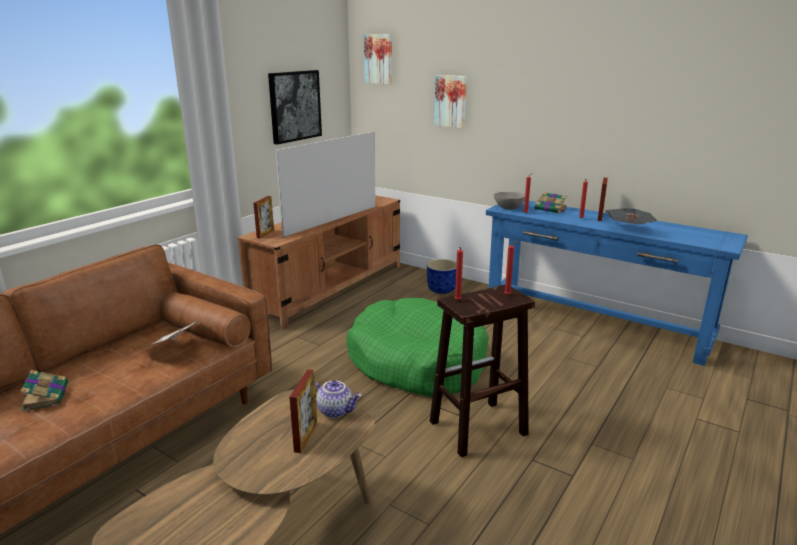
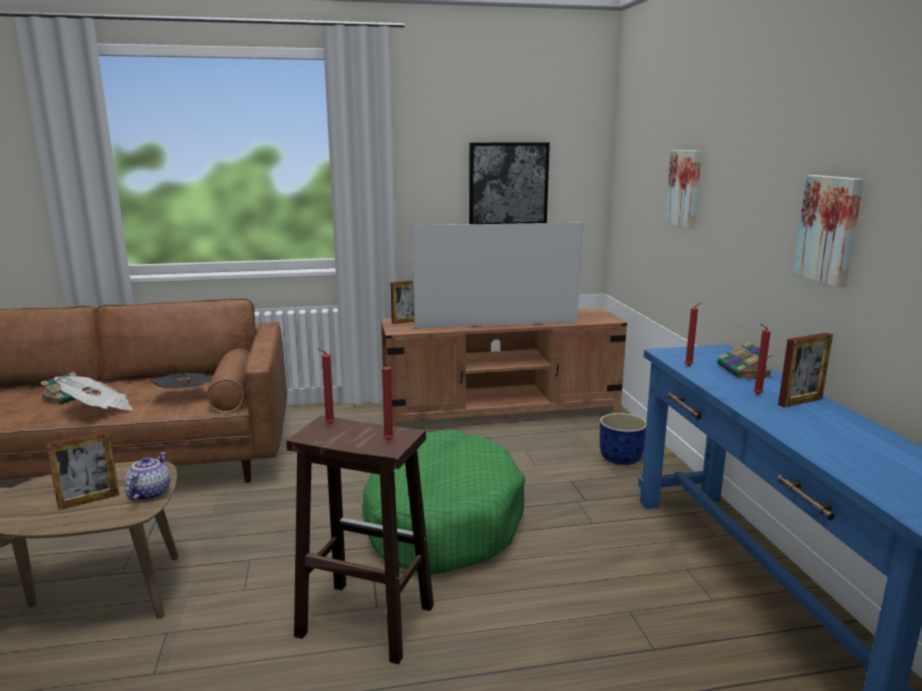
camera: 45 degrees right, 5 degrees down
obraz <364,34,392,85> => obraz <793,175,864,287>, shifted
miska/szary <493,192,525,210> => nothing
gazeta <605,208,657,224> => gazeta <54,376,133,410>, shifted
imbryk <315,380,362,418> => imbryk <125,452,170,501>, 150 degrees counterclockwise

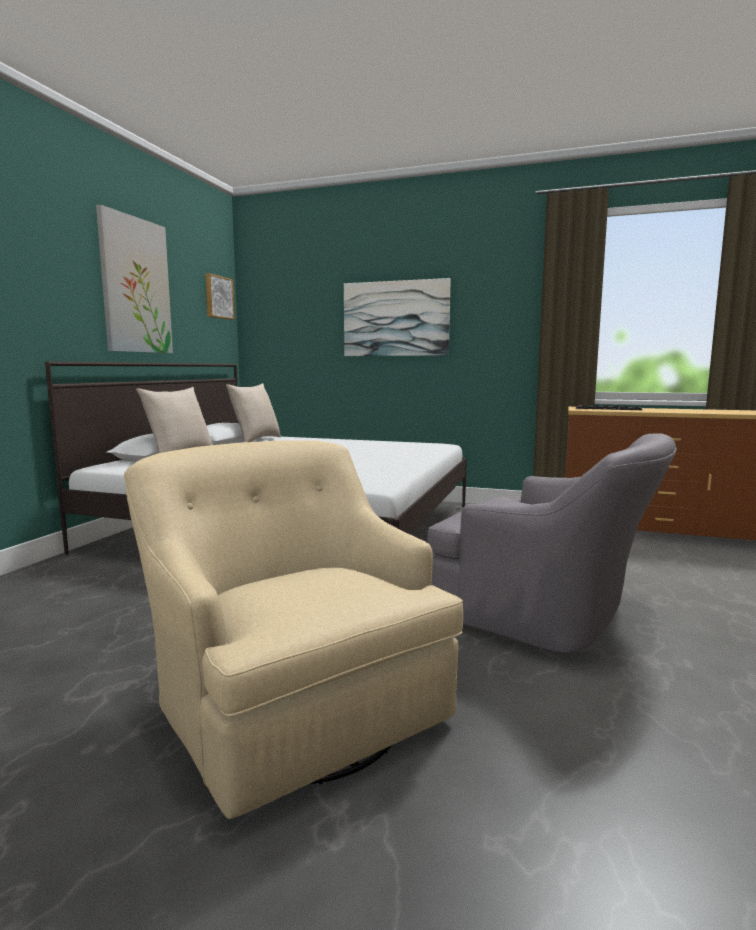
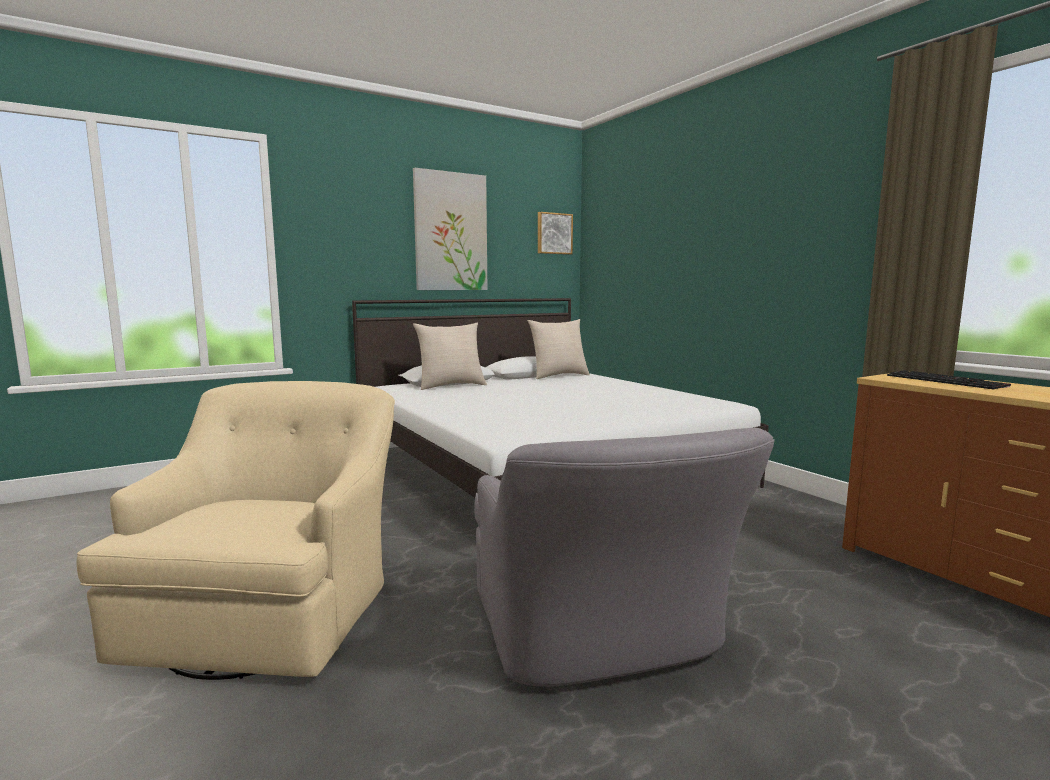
camera: 40 degrees right, 0 degrees up
obraz <344,278,451,356> => nothing

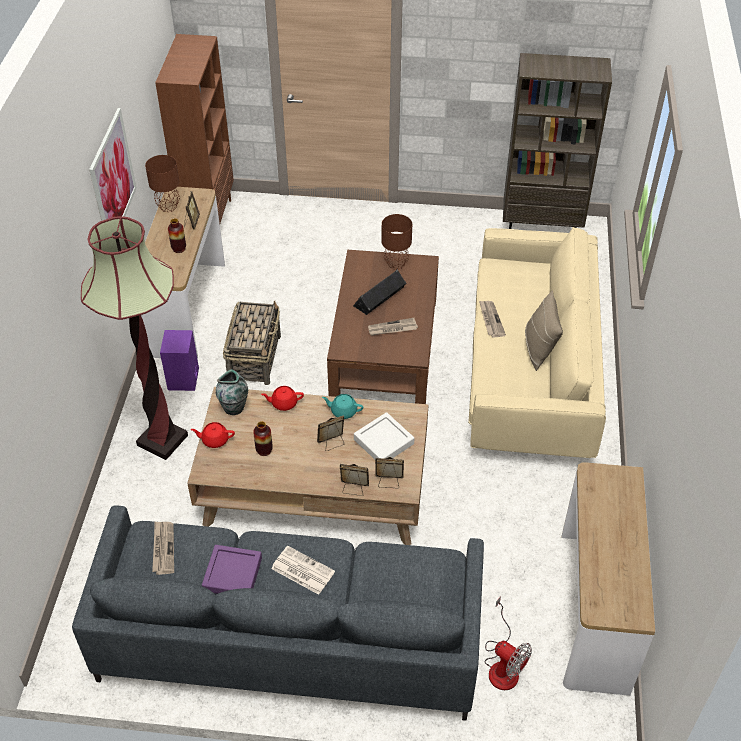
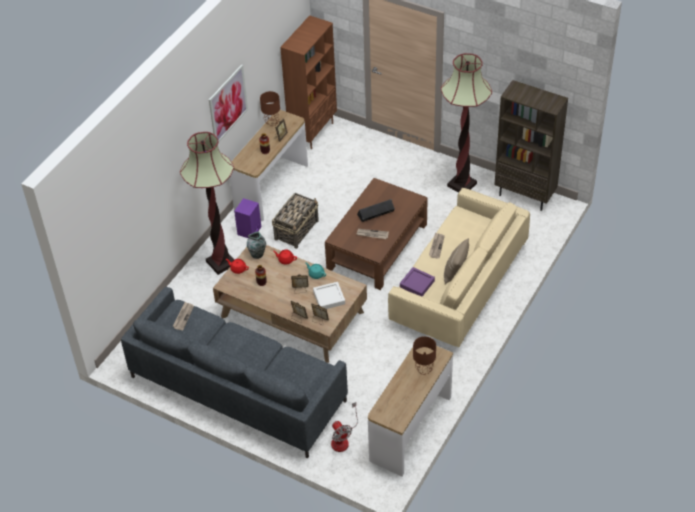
camera: 25 degrees right, 0 degrees up
lampa stołowa/brązowy <381,214,412,270> => lampa stołowa/brązowy <413,336,436,375>, shifted
taca/fioletowy <202,545,262,594> => taca/fioletowy <400,267,435,296>, shifted
gazeta <271,546,335,595> => nothing
nothing => lampa stojąca <441,53,492,192>

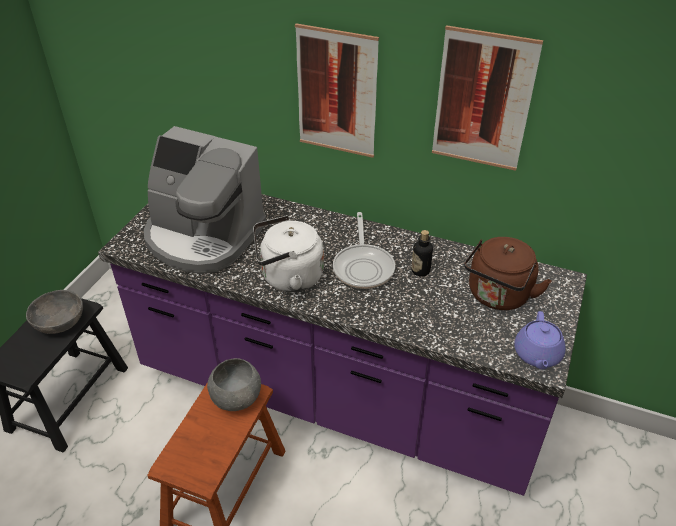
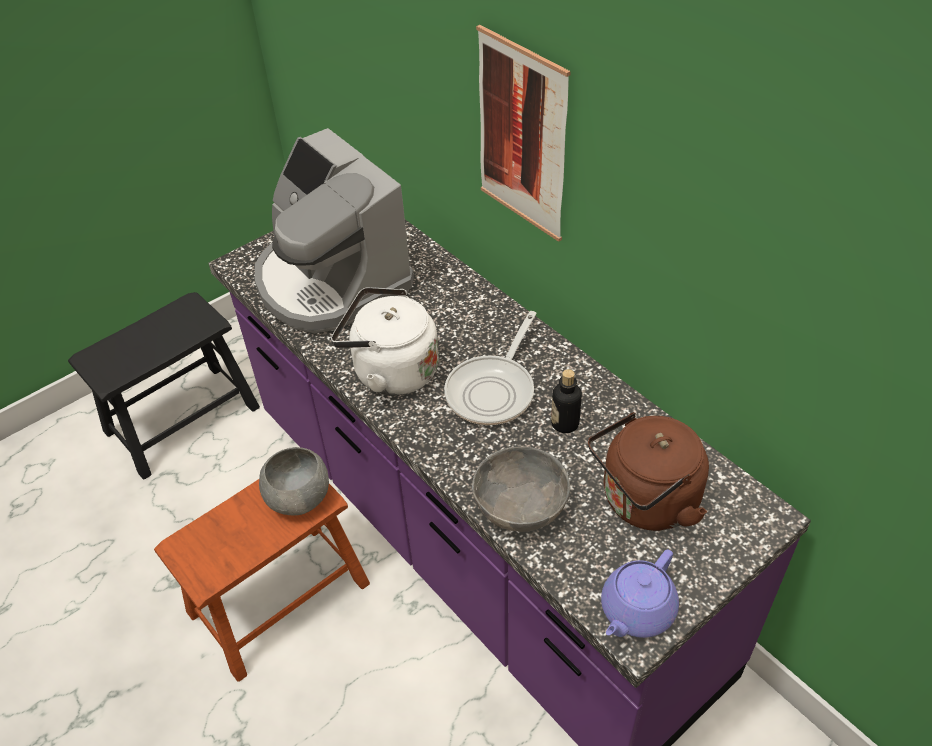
camera: 30 degrees right, 5 degrees up
obraz <432,25,543,171> => nothing
miska/szary <26,290,83,334> => miska/szary <472,447,570,532>, shifted

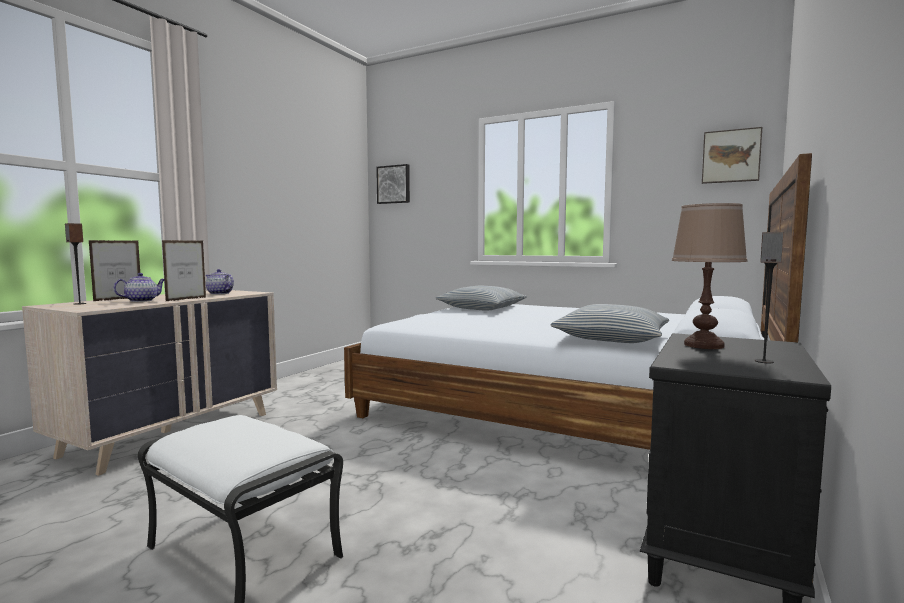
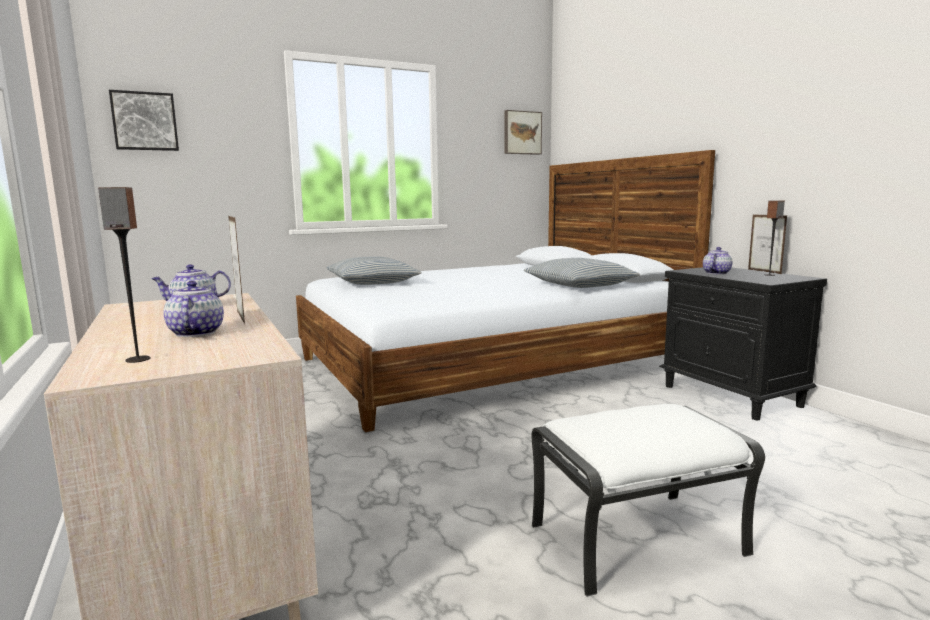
camera: 55 degrees left, 5 degrees up
lampa stołowa/brązowy <672,203,748,349> => imbryk <703,247,732,275>
ramka na zdjęcie <88,240,140,301> => ramka na zdjęcie <748,215,787,274>, shifted

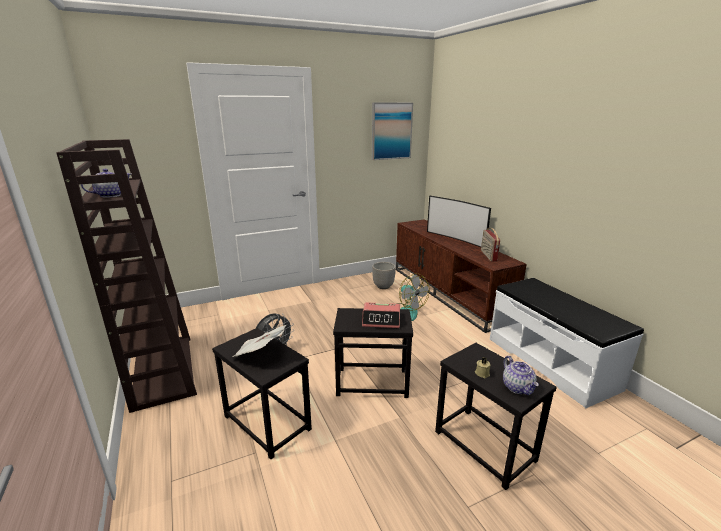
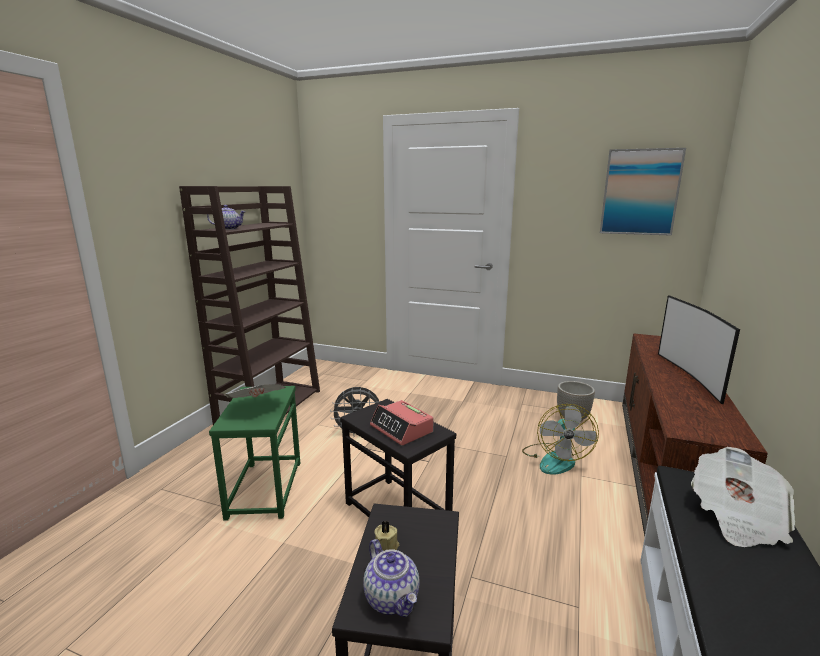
camera: 45 degrees right, 5 degrees down
radio <481,228,500,262> => nothing
stolik/czarny <212,328,312,459> => stolik/zielony <209,386,300,521>
imbryk <503,356,539,395> => imbryk <363,539,420,617>, 60 degrees counterclockwise
nothing => gazeta <691,447,795,547>

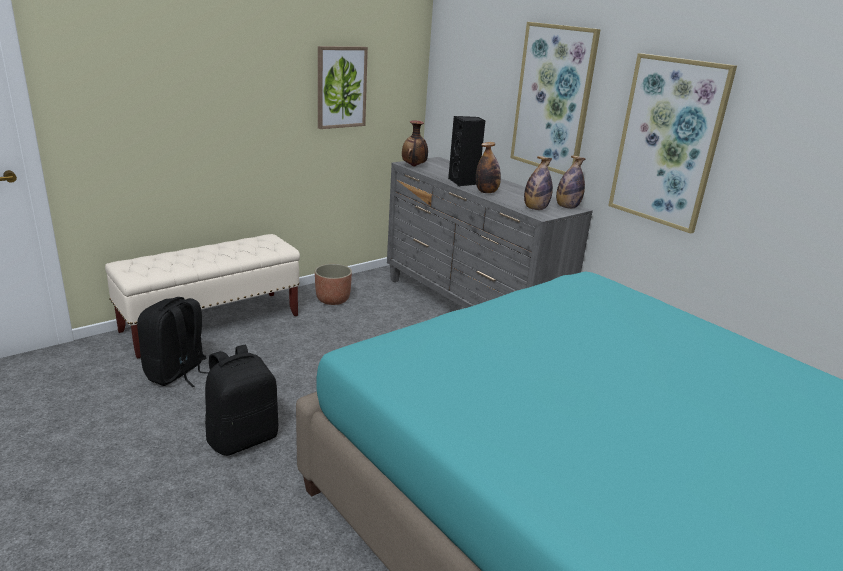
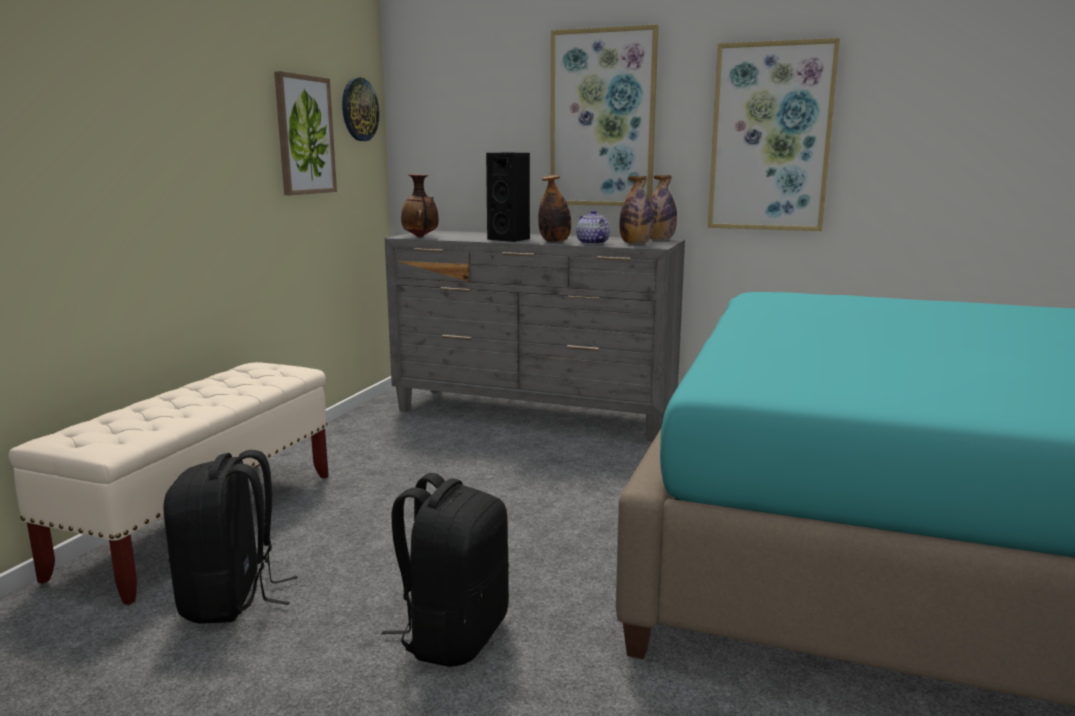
camera: 30 degrees left, 10 degrees down
donica <315,264,352,305> => nothing
nothing => zegar ścienny <342,78,379,141>
nothing => imbryk <576,210,610,245>

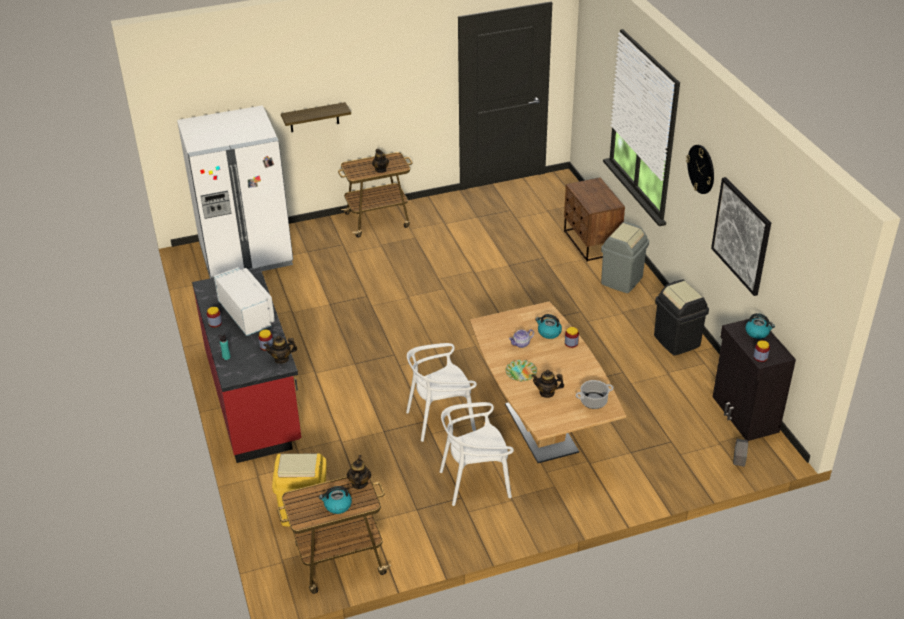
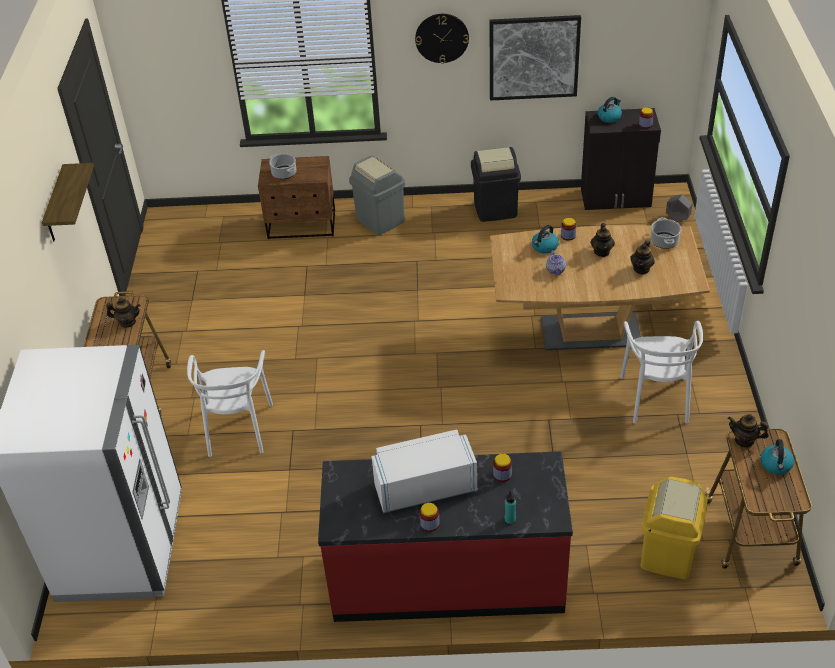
camera: 70 degrees left, 5 degrees up
półka <281,102,351,132> => półka <42,163,94,241>, shifted
imbryk <263,336,297,364> => imbryk <590,223,615,257>, shifted
krzesło/biały <406,343,477,442> => krzesło/biały <187,350,273,457>, shifted
talerz <505,360,537,381> => nothing
nothing => garnek <269,153,296,179>

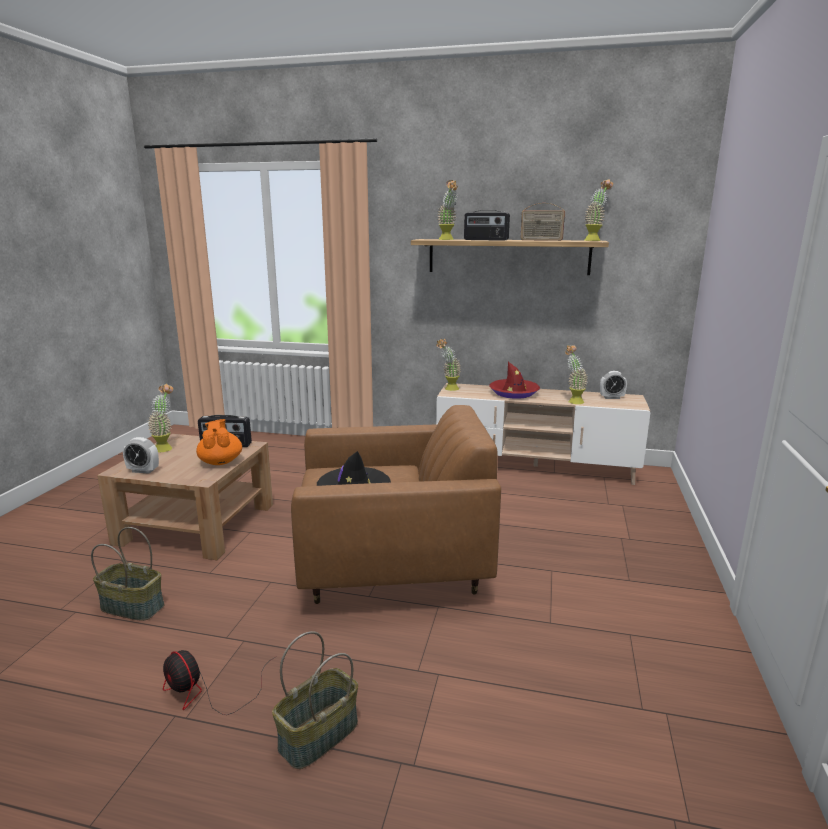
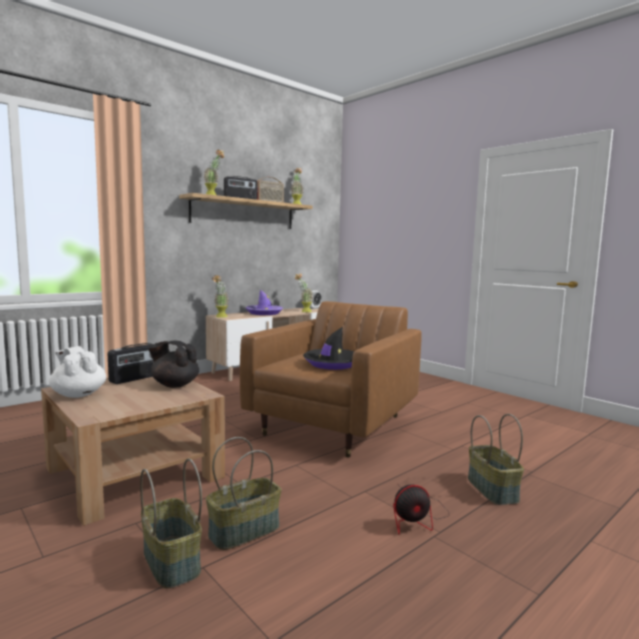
camera: 55 degrees left, 10 degrees down
kapelusz/czerwony <489,362,540,399> => kapelusz/fioletowy <246,289,283,315>
roślina doniczkowa <148,384,173,452> => imbryk/biały <49,346,106,398>
imbryk/pomarańczowy <196,419,242,465> => imbryk/czarny <148,340,199,388>
budzik <123,437,159,473> => nothing
nothing => koszyk <140,458,202,588>

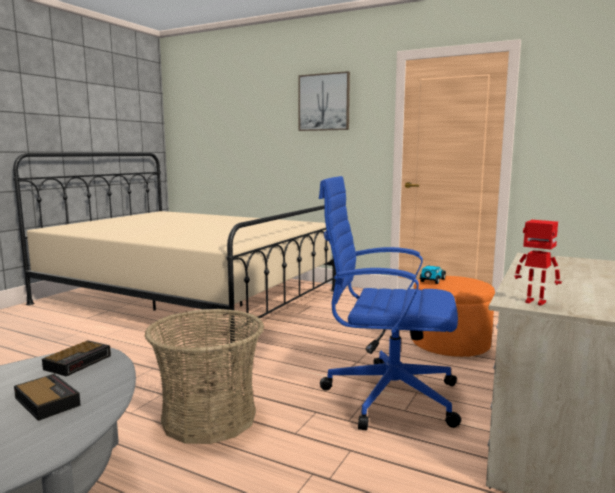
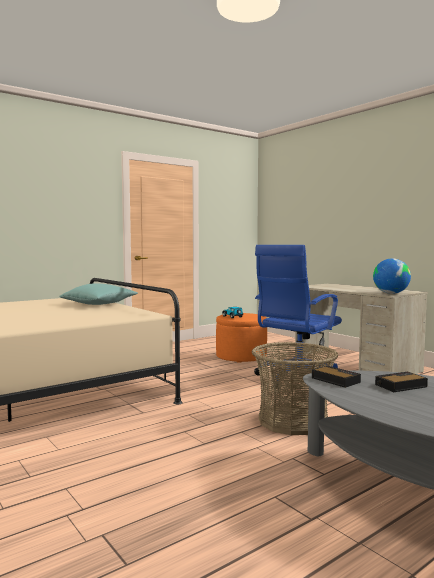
camera: 65 degrees left, 5 degrees down
obraz <298,71,350,131> => nothing
robot zabawkowy <515,220,562,306> => globus <373,258,411,294>
nothing => poduszka/turkusowy <59,283,138,305>

